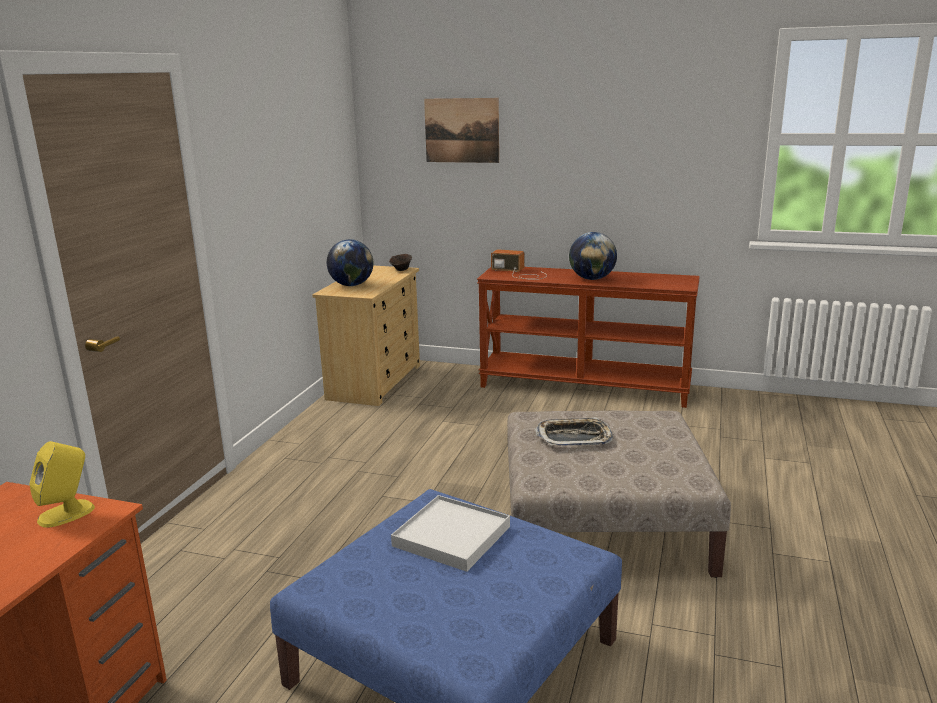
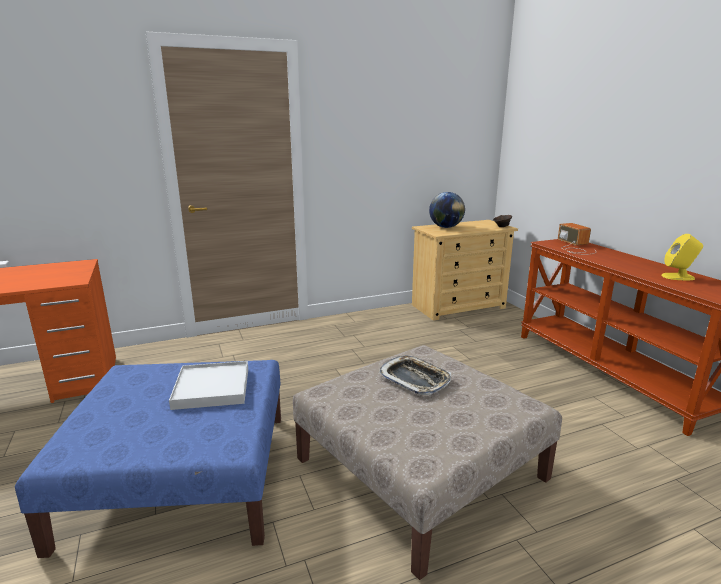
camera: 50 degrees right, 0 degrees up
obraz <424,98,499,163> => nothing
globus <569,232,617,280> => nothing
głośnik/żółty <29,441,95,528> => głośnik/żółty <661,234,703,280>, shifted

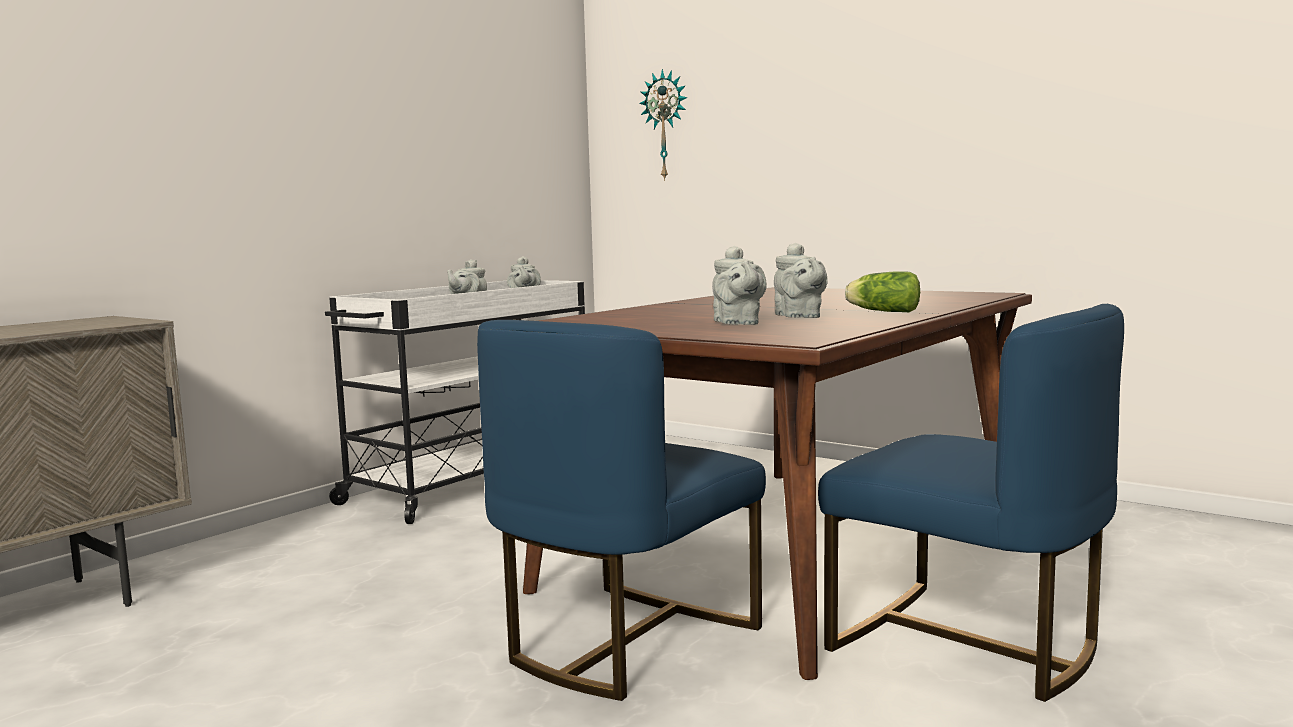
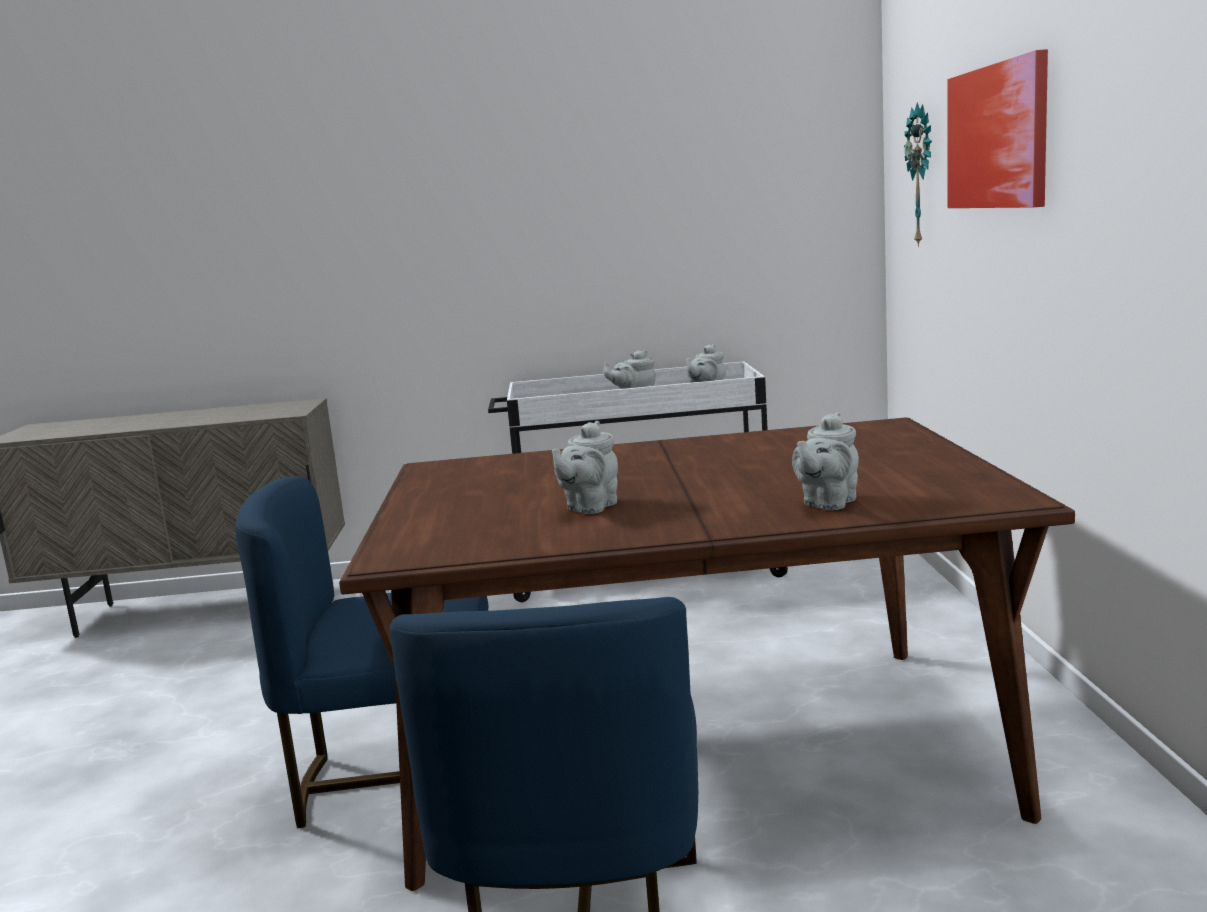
camera: 50 degrees right, 5 degrees up
imbryk/szary <712,246,767,325> => imbryk/szary <792,412,859,510>, shifted
sałata <845,271,920,312> => nothing
nothing => obraz <947,49,1048,208>

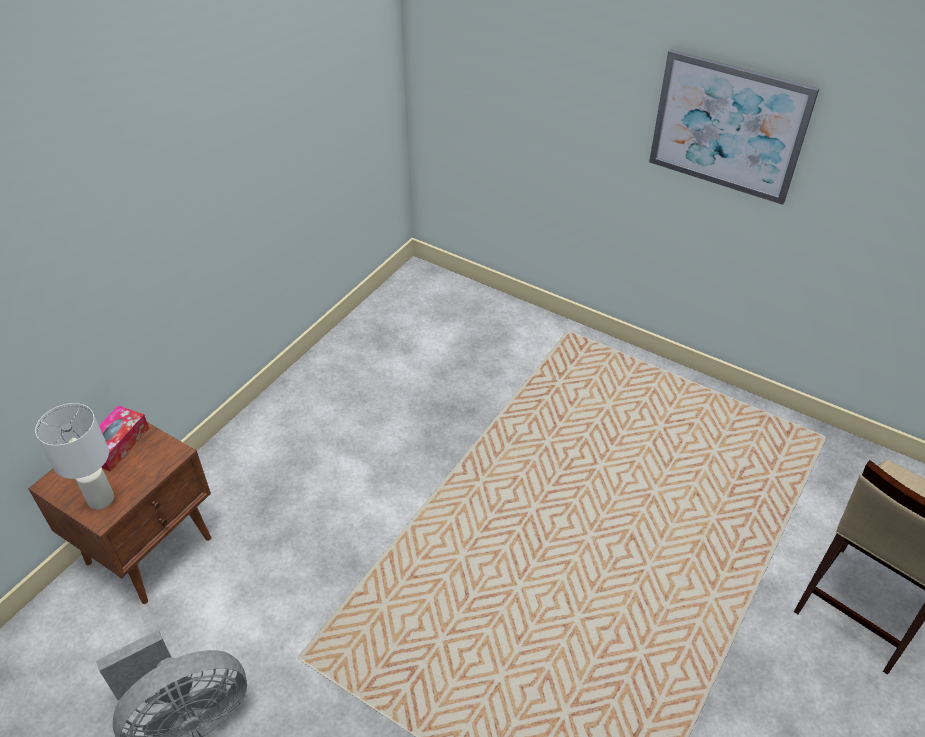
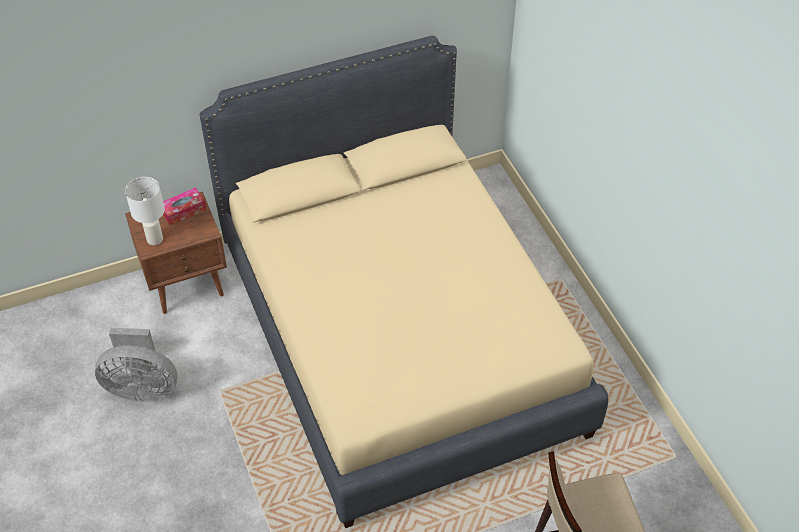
camera: 35 degrees right, 5 degrees up
obraz <649,49,820,205> => nothing
nothing => łóżko/beżowy <199,36,608,528>

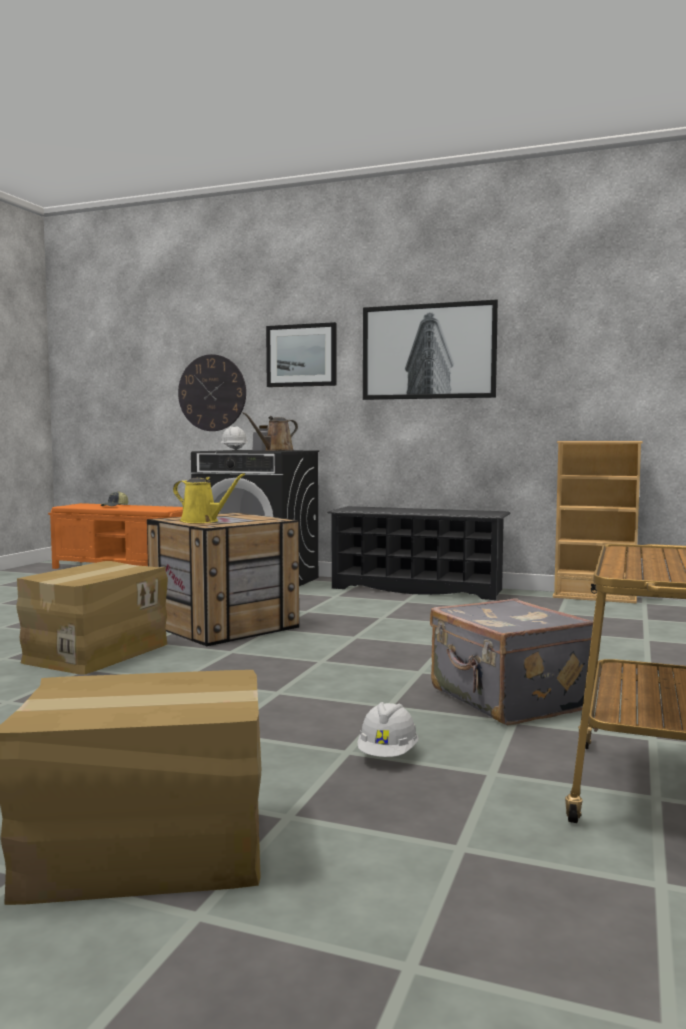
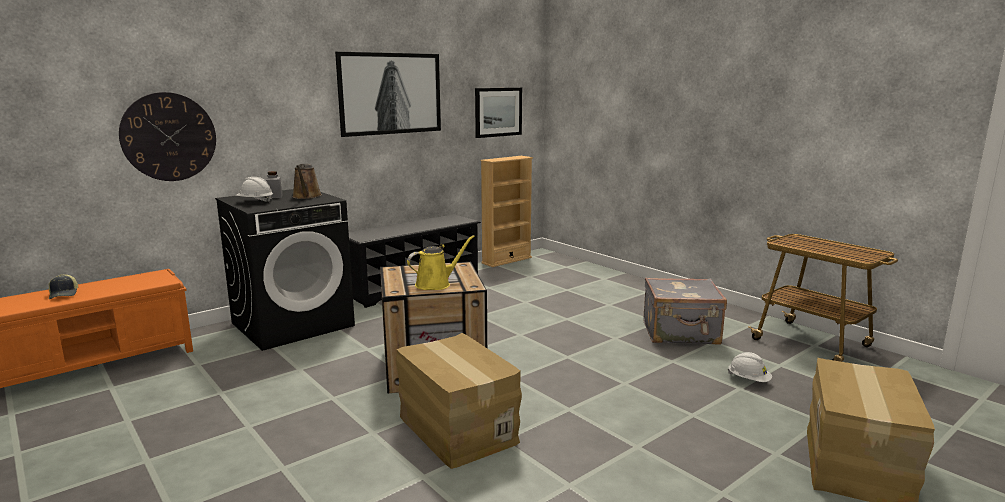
camera: 60 degrees left, 10 degrees up
obraz <266,322,336,387> => obraz <475,88,522,138>, shifted

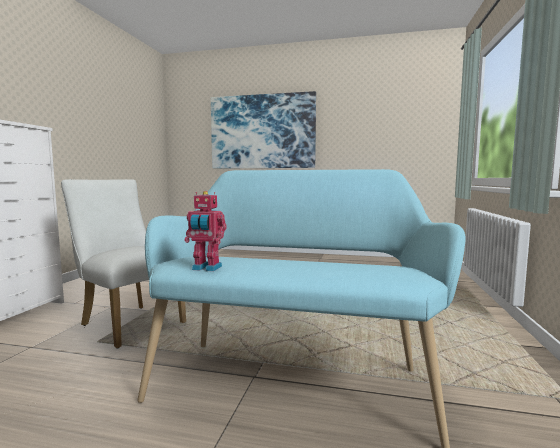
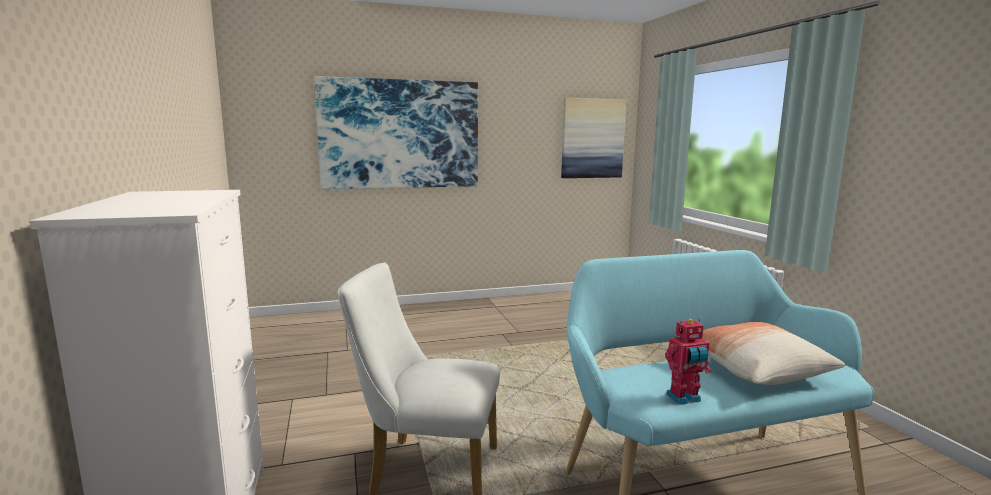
camera: 30 degrees left, 5 degrees up
nothing => obraz <561,98,626,178>
nothing => poduszka <679,322,845,385>

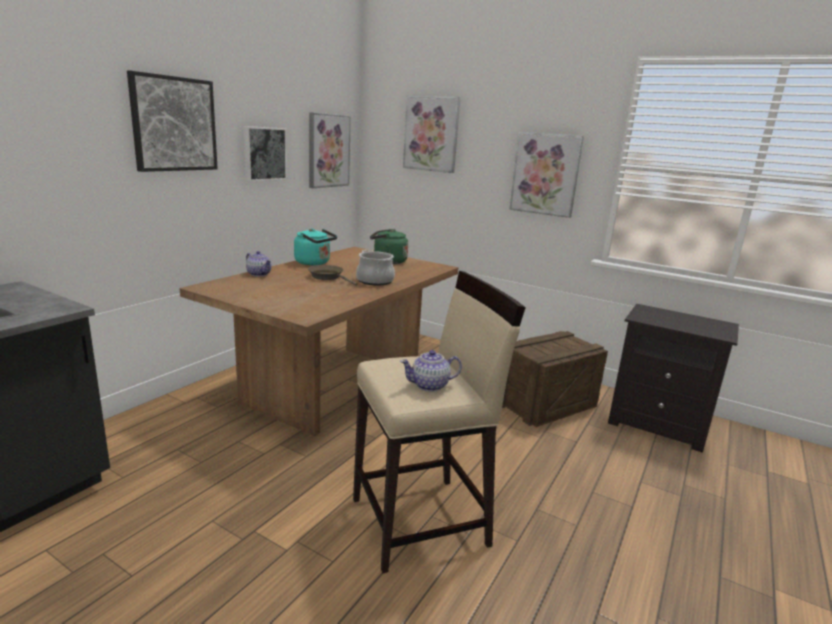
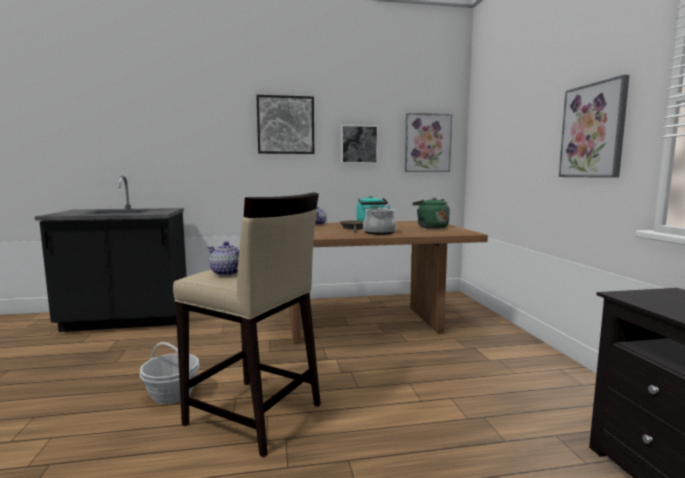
camera: 50 degrees right, 10 degrees down
obraz <403,95,460,173> => nothing
skrzynka <502,331,608,427> => nothing
nothing => koszyk <139,342,200,404>

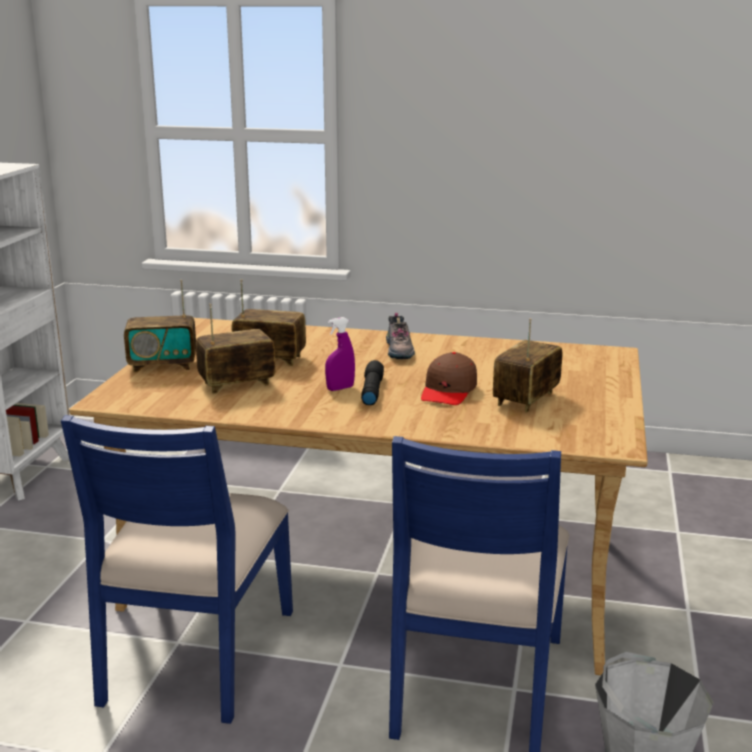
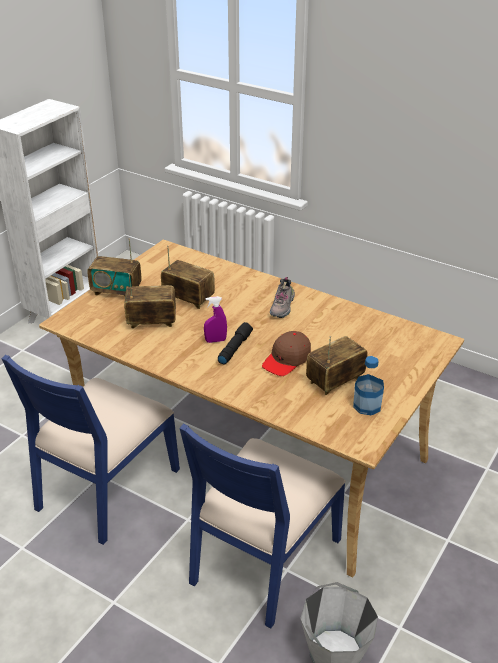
camera: 20 degrees right, 15 degrees up
nothing => butelka <353,356,384,415>

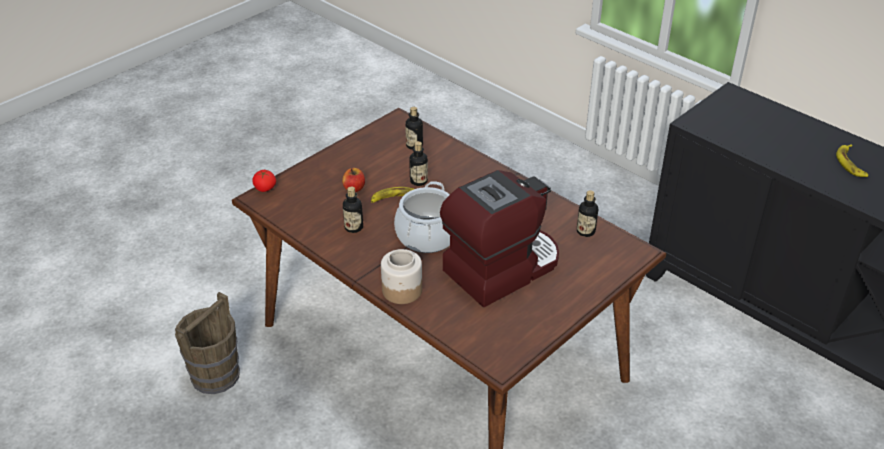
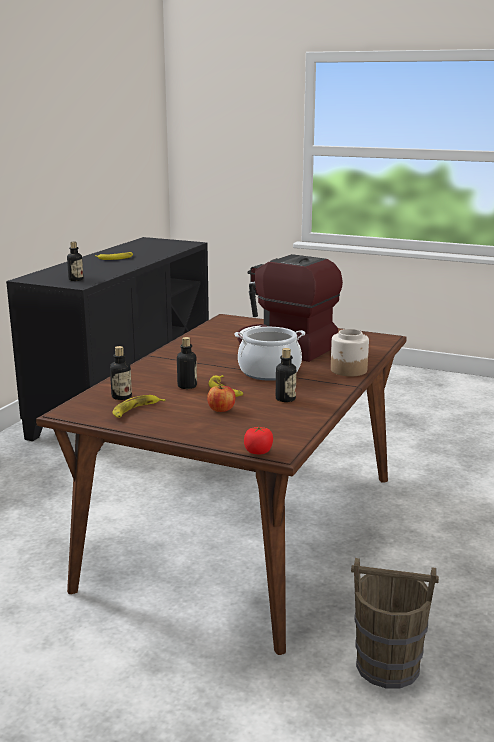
camera: 110 degrees left, 20 degrees down
butelka <577,190,598,237> => butelka <67,242,83,281>, shifted
nothing => banan <112,395,165,418>

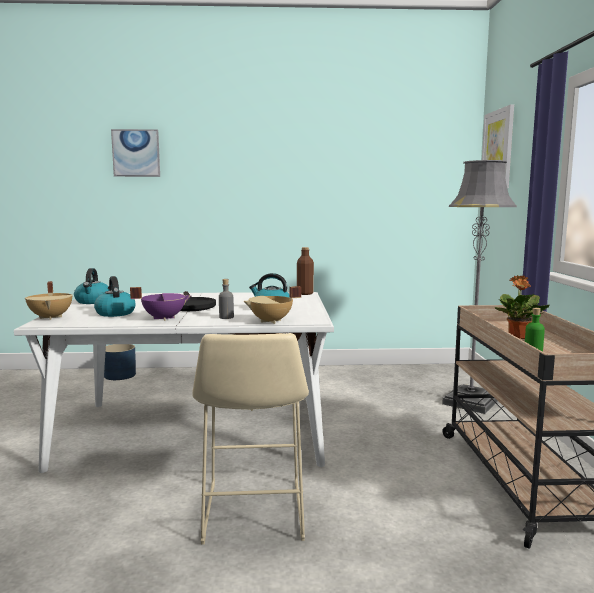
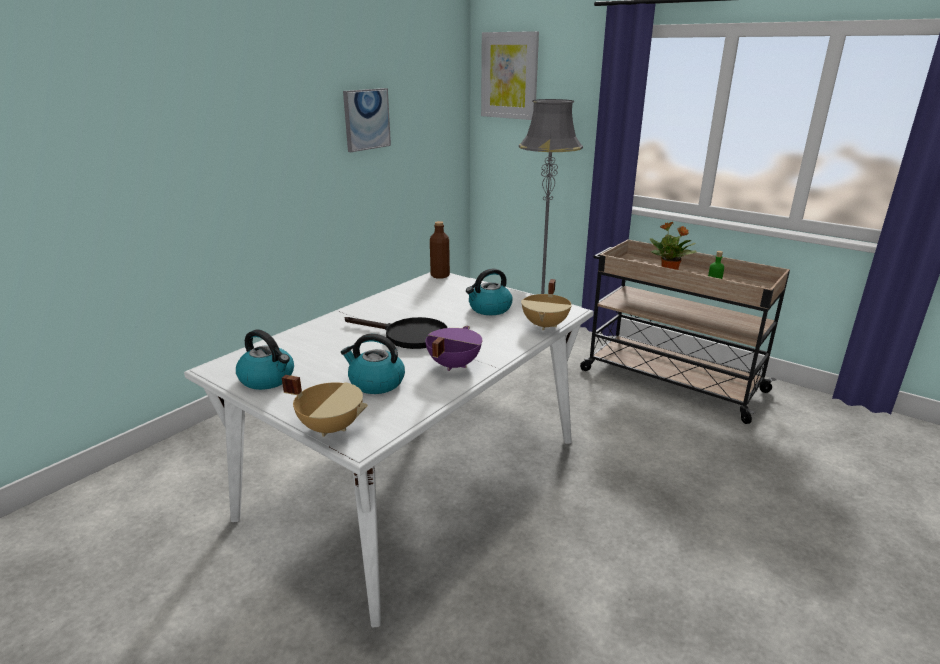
camera: 50 degrees left, 15 degrees up
obraz <111,129,160,177> => obraz <343,88,391,152>, shifted
butelka/szary <219,279,234,319> => nothing
stołek/beżowy <192,333,309,545> => nothing
donica/niebieski <104,344,136,380> => nothing

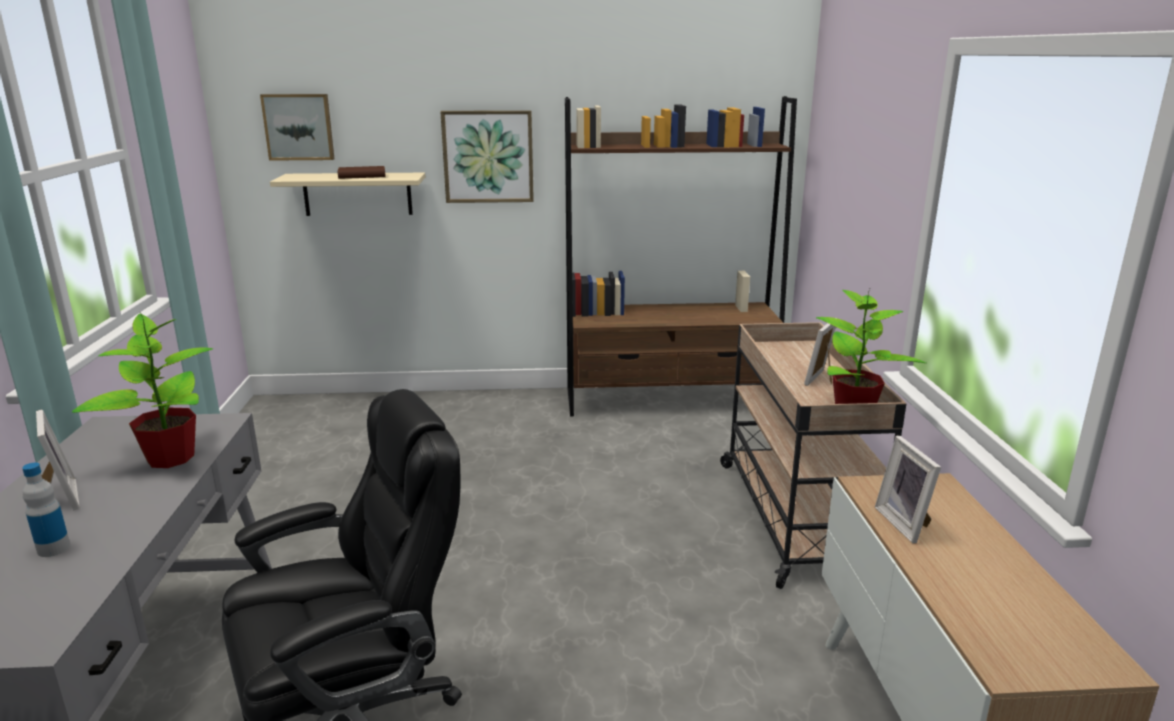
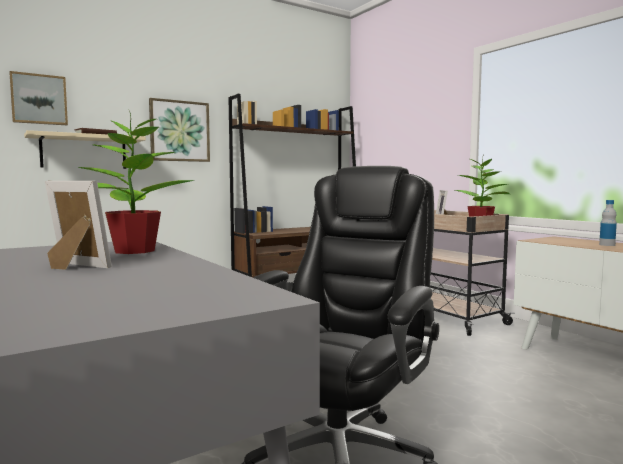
camera: 30 degrees left, 15 degrees down
ramka na zdjęcie <875,436,941,544> => nothing
butelka <22,463,70,557> => butelka <599,200,617,246>, shifted

